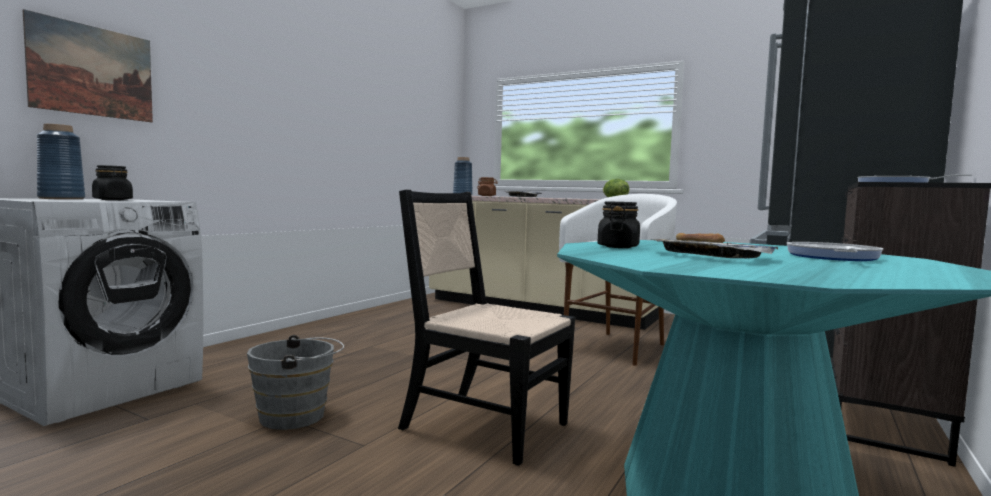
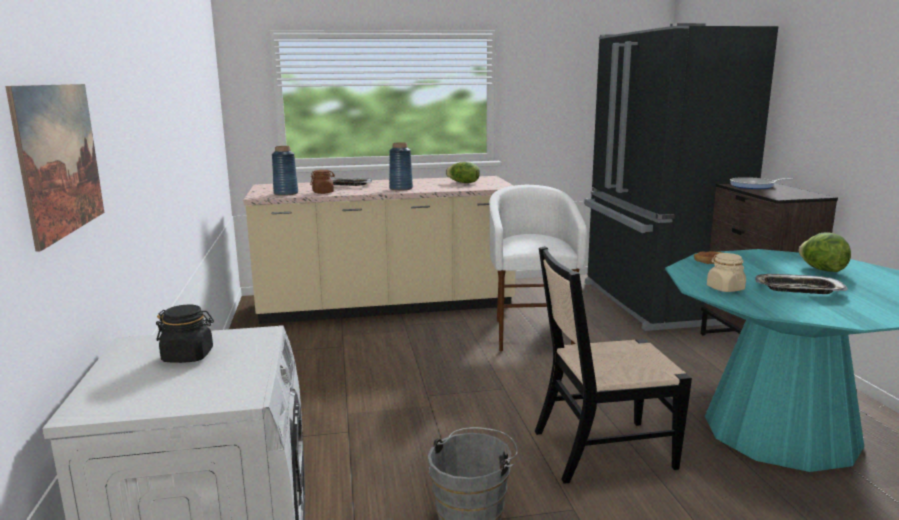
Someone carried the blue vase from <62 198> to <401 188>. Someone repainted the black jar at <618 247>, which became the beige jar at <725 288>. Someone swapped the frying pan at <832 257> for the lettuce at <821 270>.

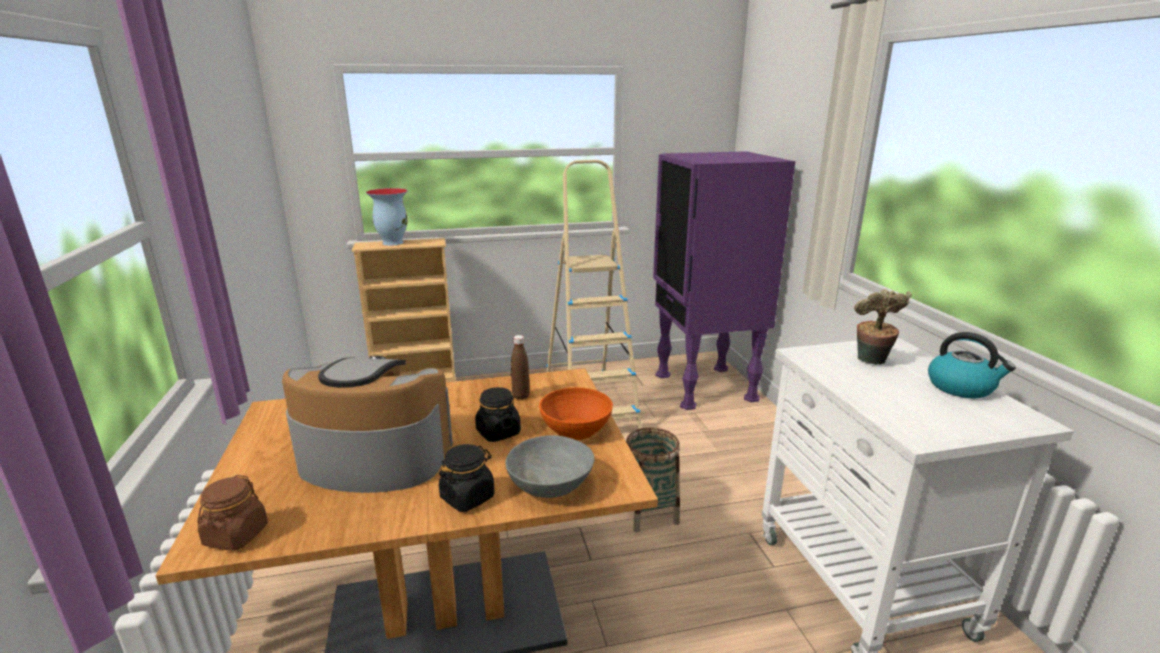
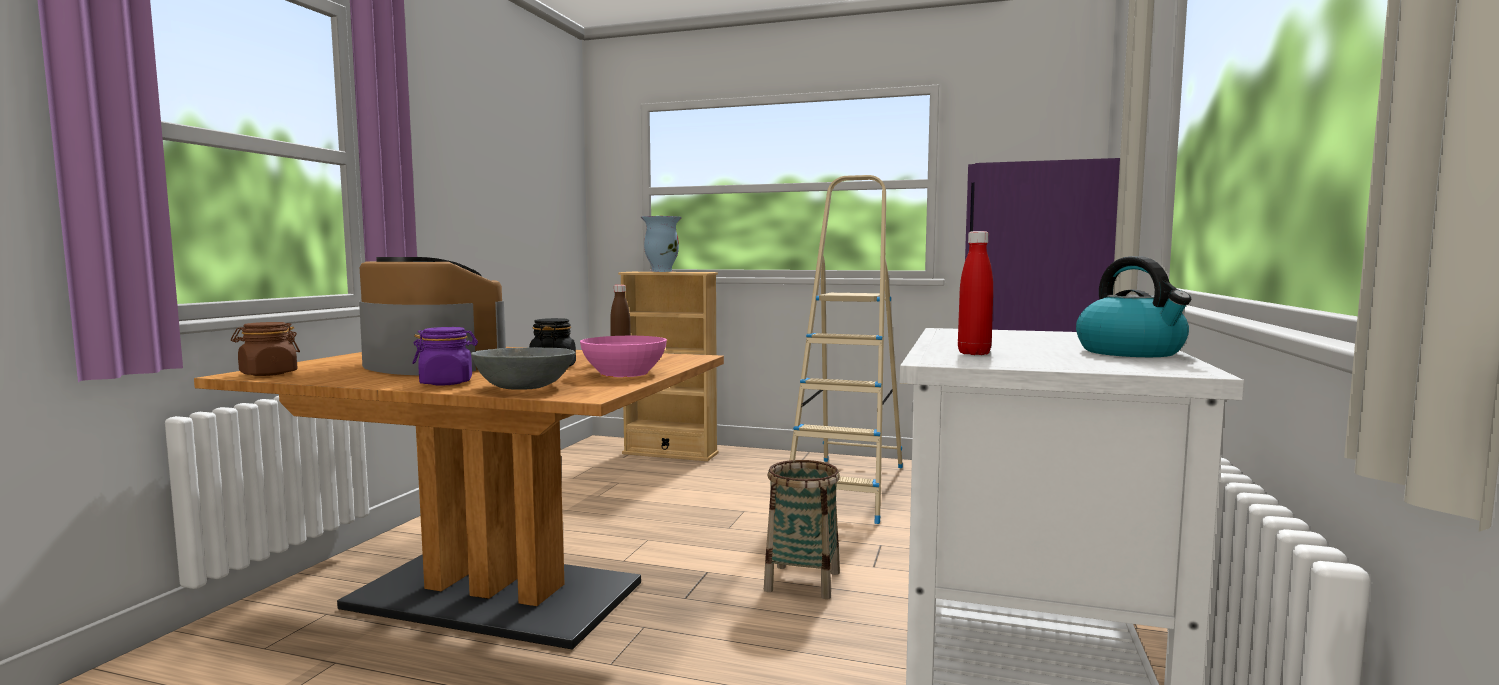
Someone took away the potted plant at <871 362>. Someone repainted the orange bowl at <576 429>, which became the pink bowl at <624 373>. Someone repainted the black jar at <467 497>, which became the purple jar at <447 383>. Someone put down the red bottle at <974 353>.

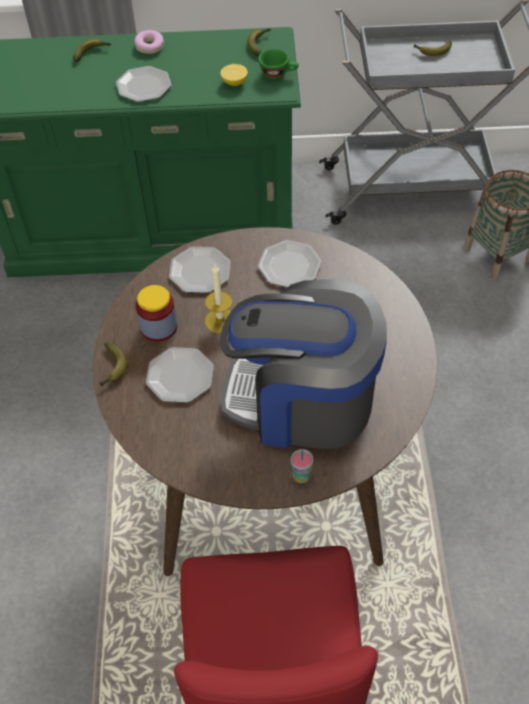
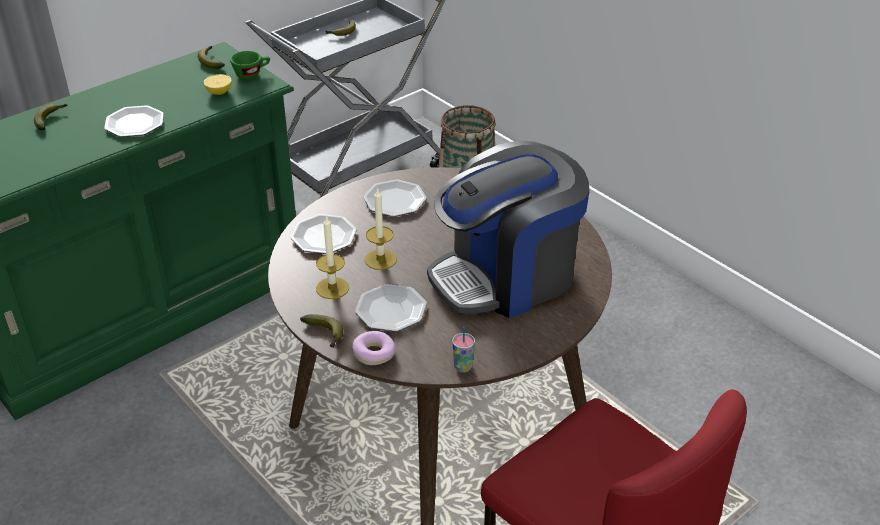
Someone carried the donut from <149 47> to <374 353>. Someone swapped the jar at <159 327> for the candle at <332 288>. Someone carried the cup from <301 476> to <463 367>.

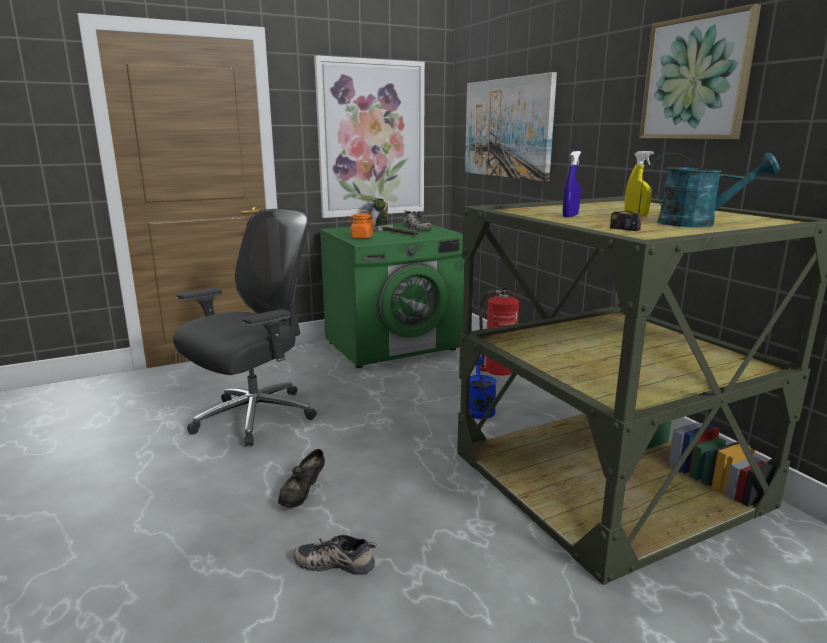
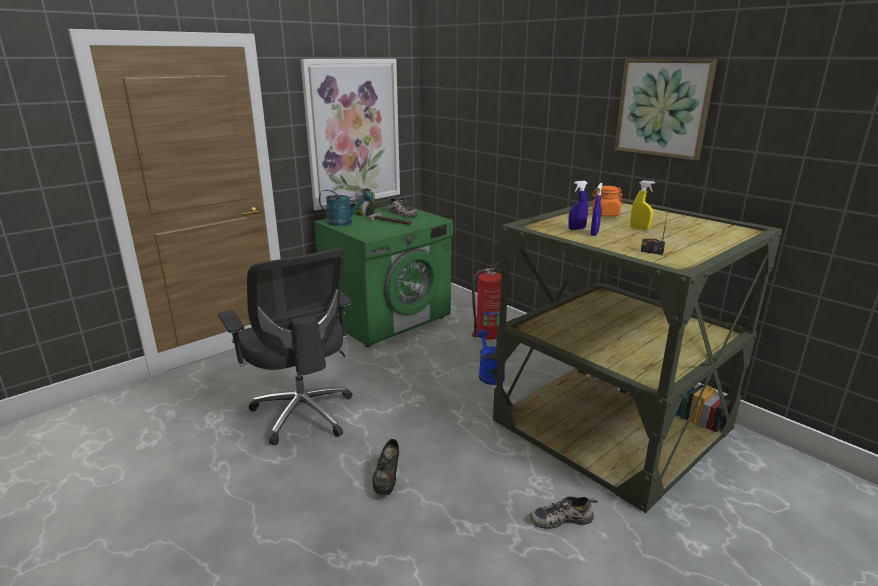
Someone took away the picture at <507 128>. Someone carried the turquoise watering can from <697 224> to <344 222>. Someone rotated the office chair at <254 418> by 120 degrees clockwise. Someone carried the orange jar from <361 237> to <605 214>. Someone carried the shoe from <336 562> to <561 518>. Someone put down the blue spray bottle at <576 229>.

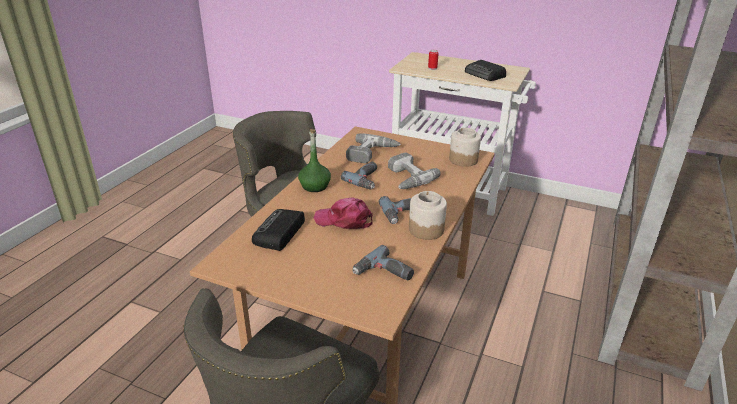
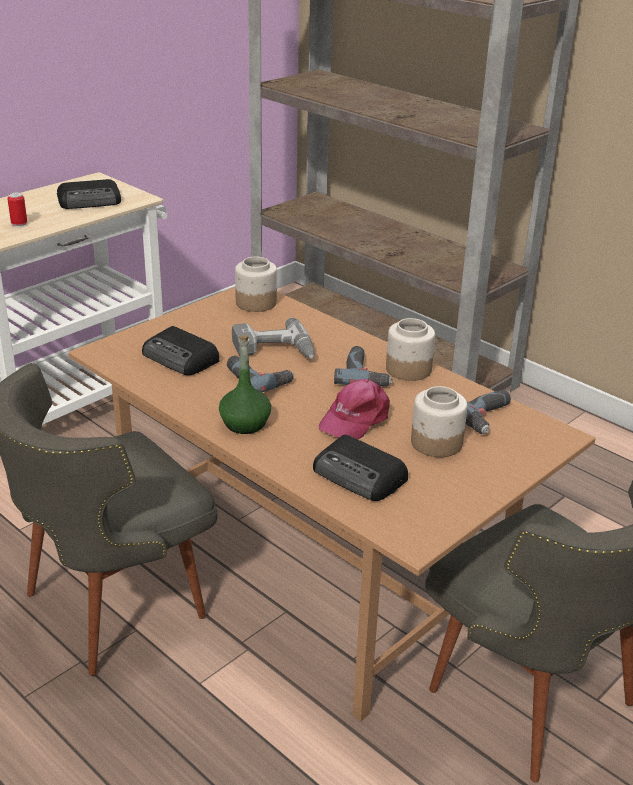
Someone swapped the power drill at <372 154> for the radio at <181 358>. Someone put down the jar at <436 443>.

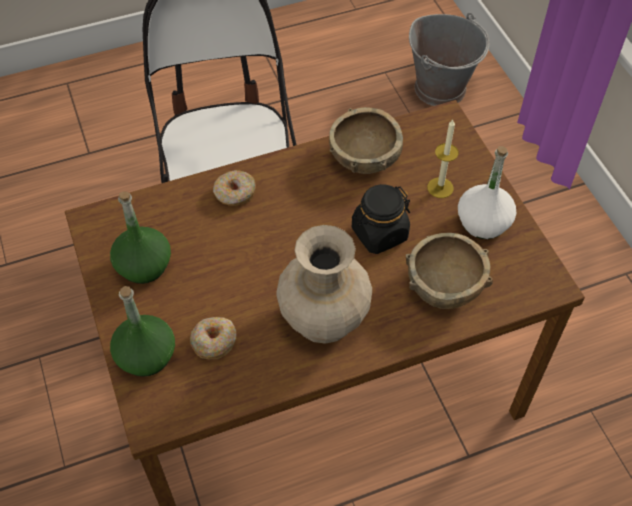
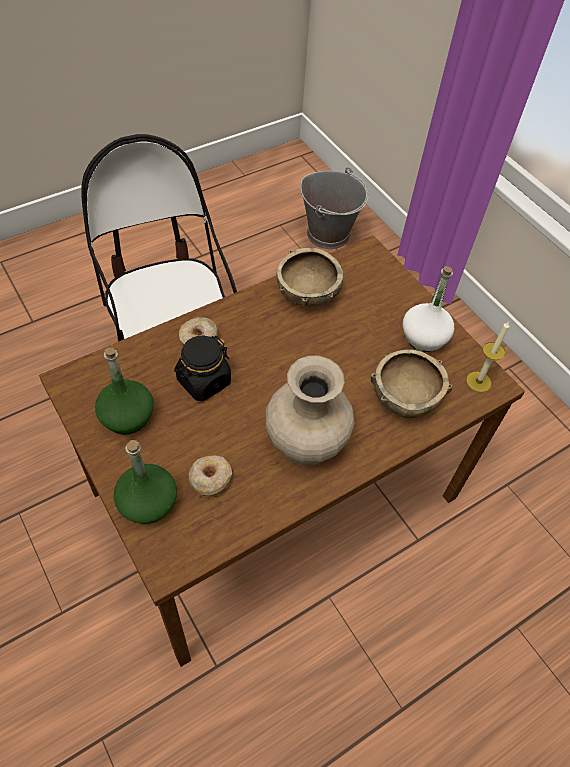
Someone carried the candle from <440 188> to <478 382>. Someone carried the black jar from <379 233> to <203 381>.

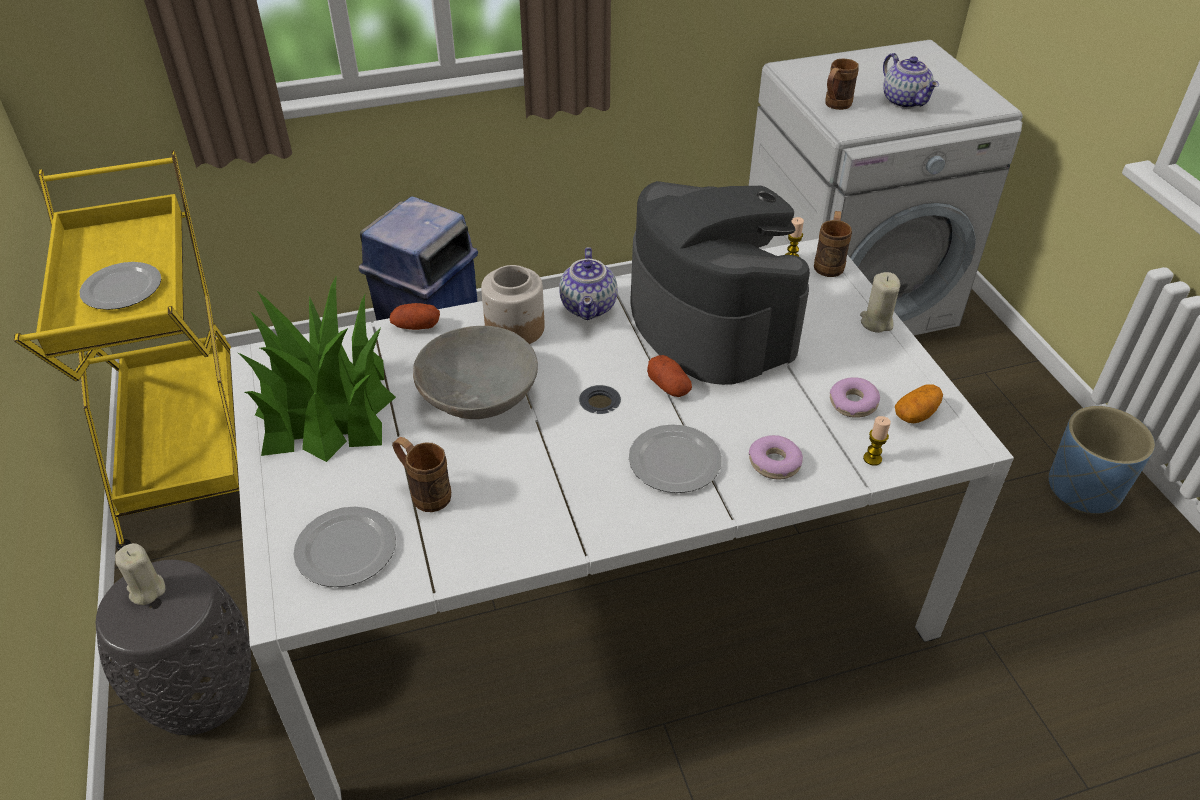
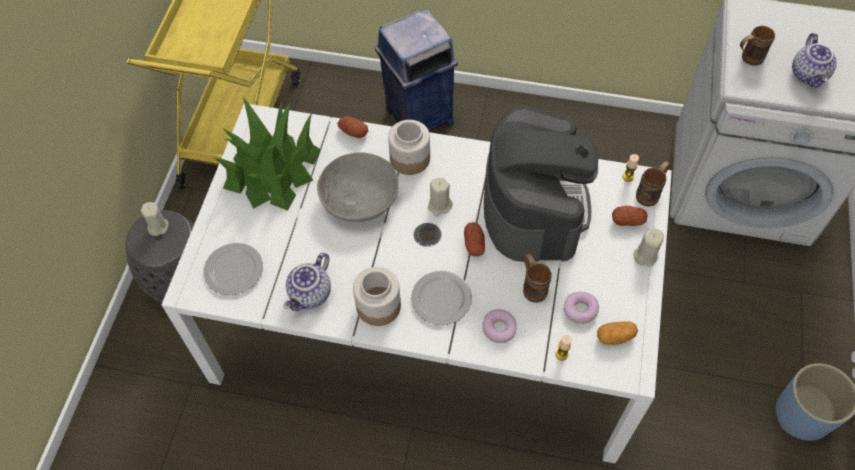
Someone carried the teapot from <590 307> to <311 295>. Someone took away the plate at <121 290>. Someone carried the brown mug from <424 492> to <532 286>. Someone put down the beige candle at <439 206>. Someone put down the potato at <628 220>. Someone put down the jar at <379 305>.

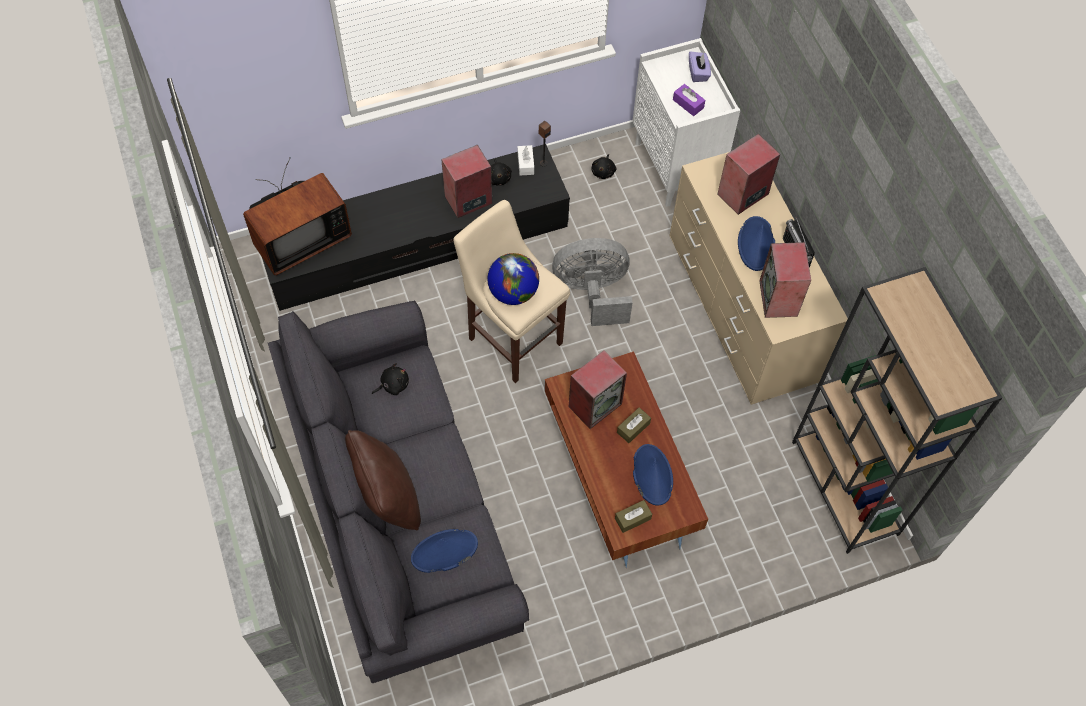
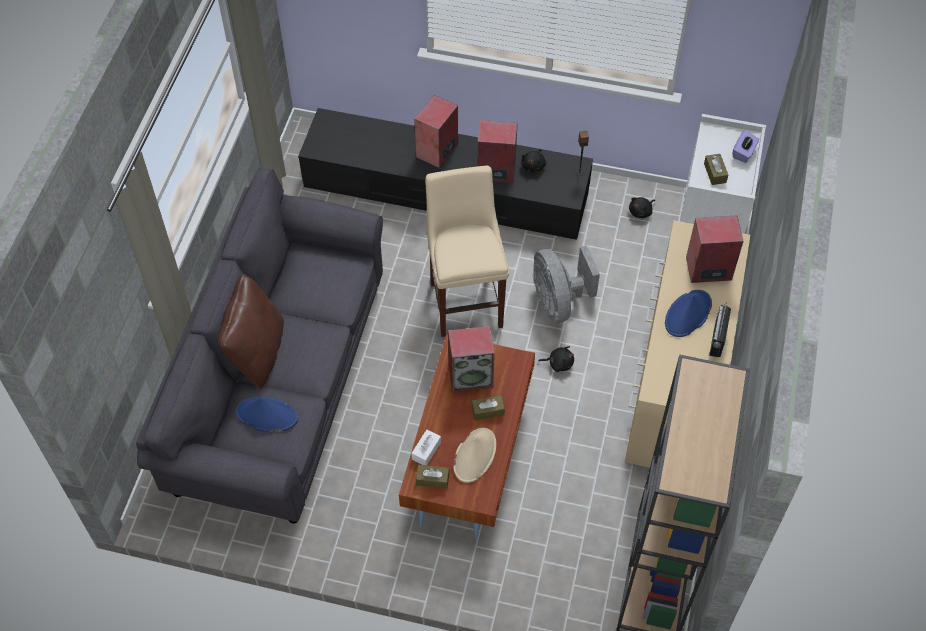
Someone repainted the purple tissue box at <688 104>, which became the brown tissue box at <715 173>. Someone carried the white tissue box from <525 164> to <426 451>. Someone took away the television at <299 238>. Someone rotated the grey fan at <593 293> by 135 degrees counterclockwise. Someone carried the speaker from <779 299> to <437 151>. Someone took away the globe at <513 292>. Someone carried the black plush toy from <393 385> to <559 363>. Someone repainted the blue hat at <652 475>, which became the beige hat at <475 455>.

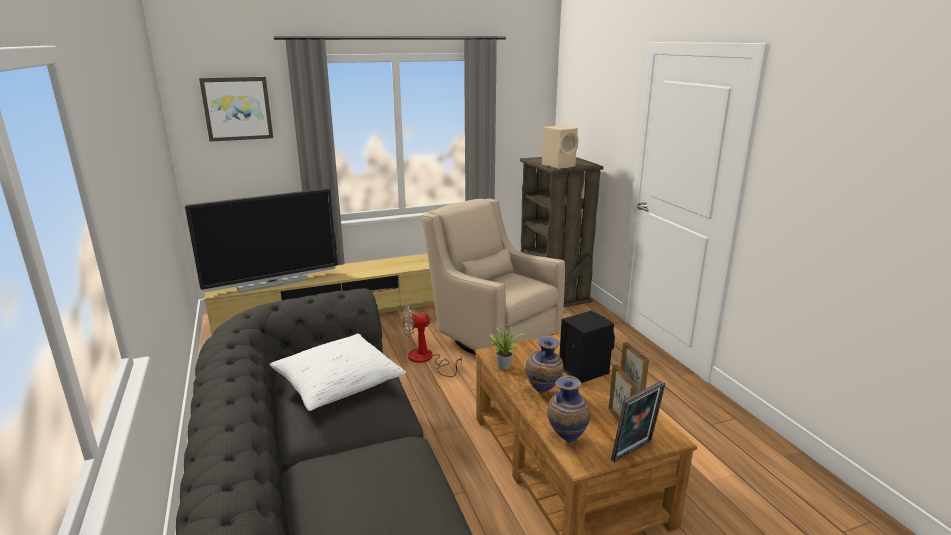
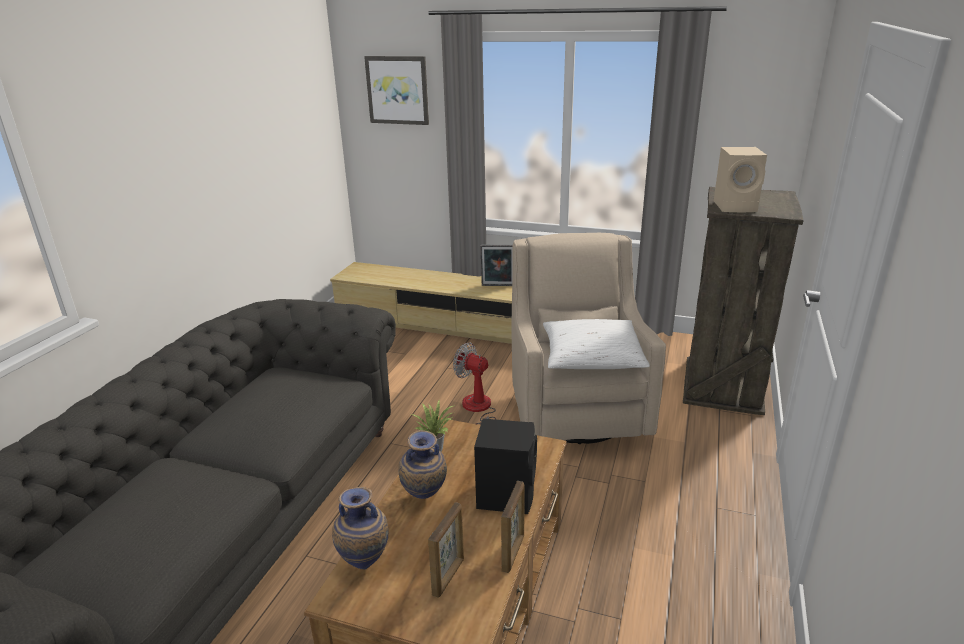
Someone took away the television at <272 282>. Someone carried the white pillow from <338 383> to <591 357>. Someone carried the picture frame from <634 452> to <498 286>.

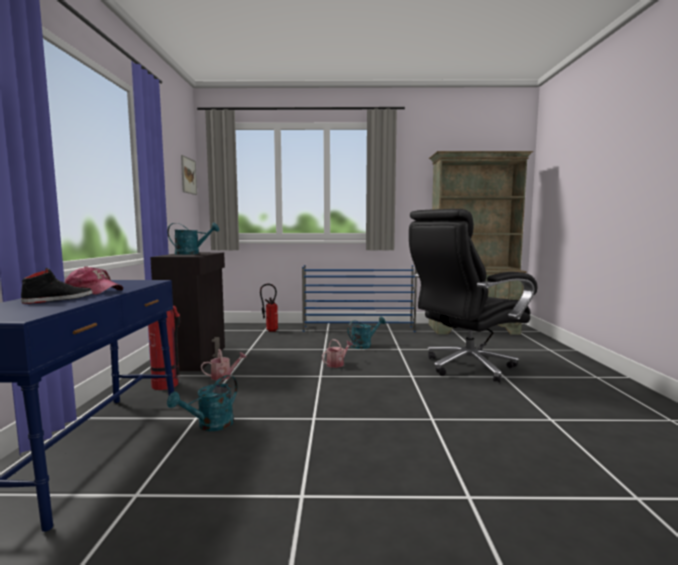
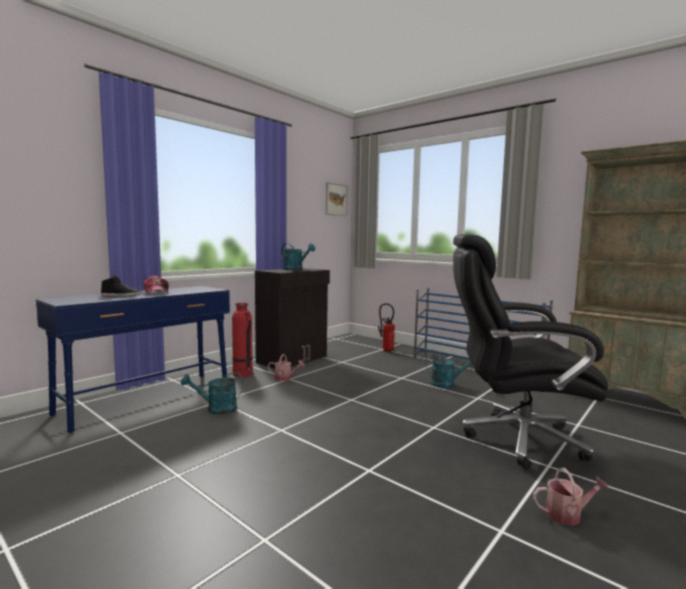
Someone carried the watering can from <337 364> to <567 514>.

